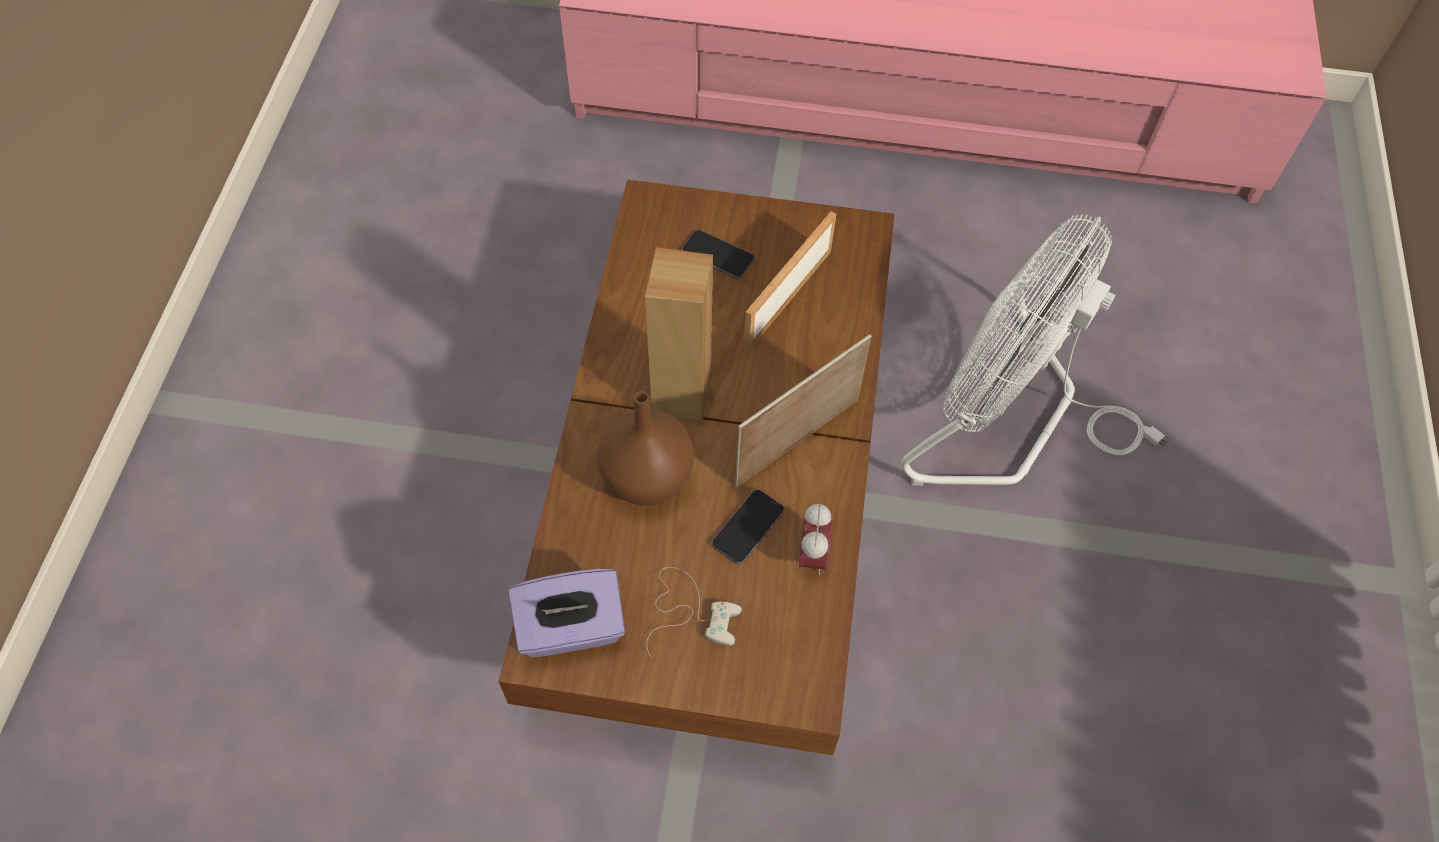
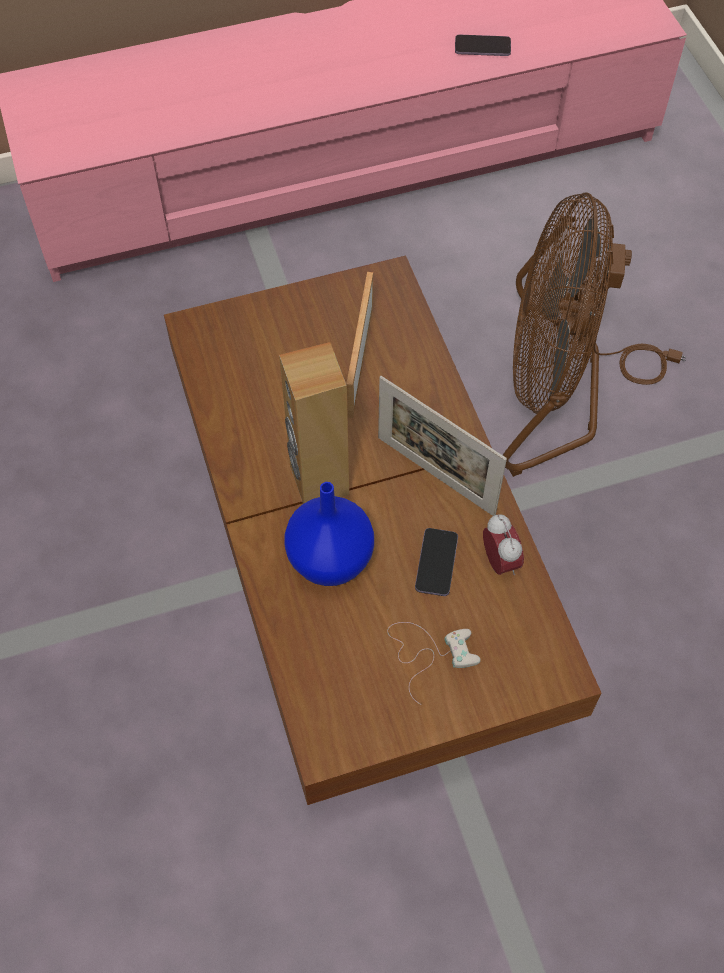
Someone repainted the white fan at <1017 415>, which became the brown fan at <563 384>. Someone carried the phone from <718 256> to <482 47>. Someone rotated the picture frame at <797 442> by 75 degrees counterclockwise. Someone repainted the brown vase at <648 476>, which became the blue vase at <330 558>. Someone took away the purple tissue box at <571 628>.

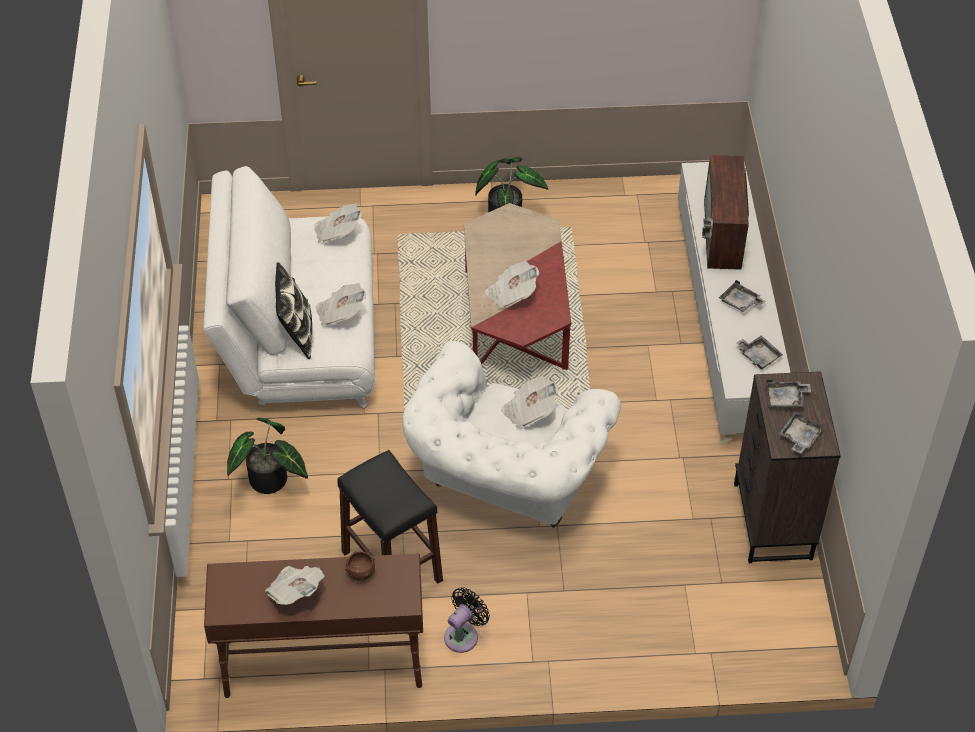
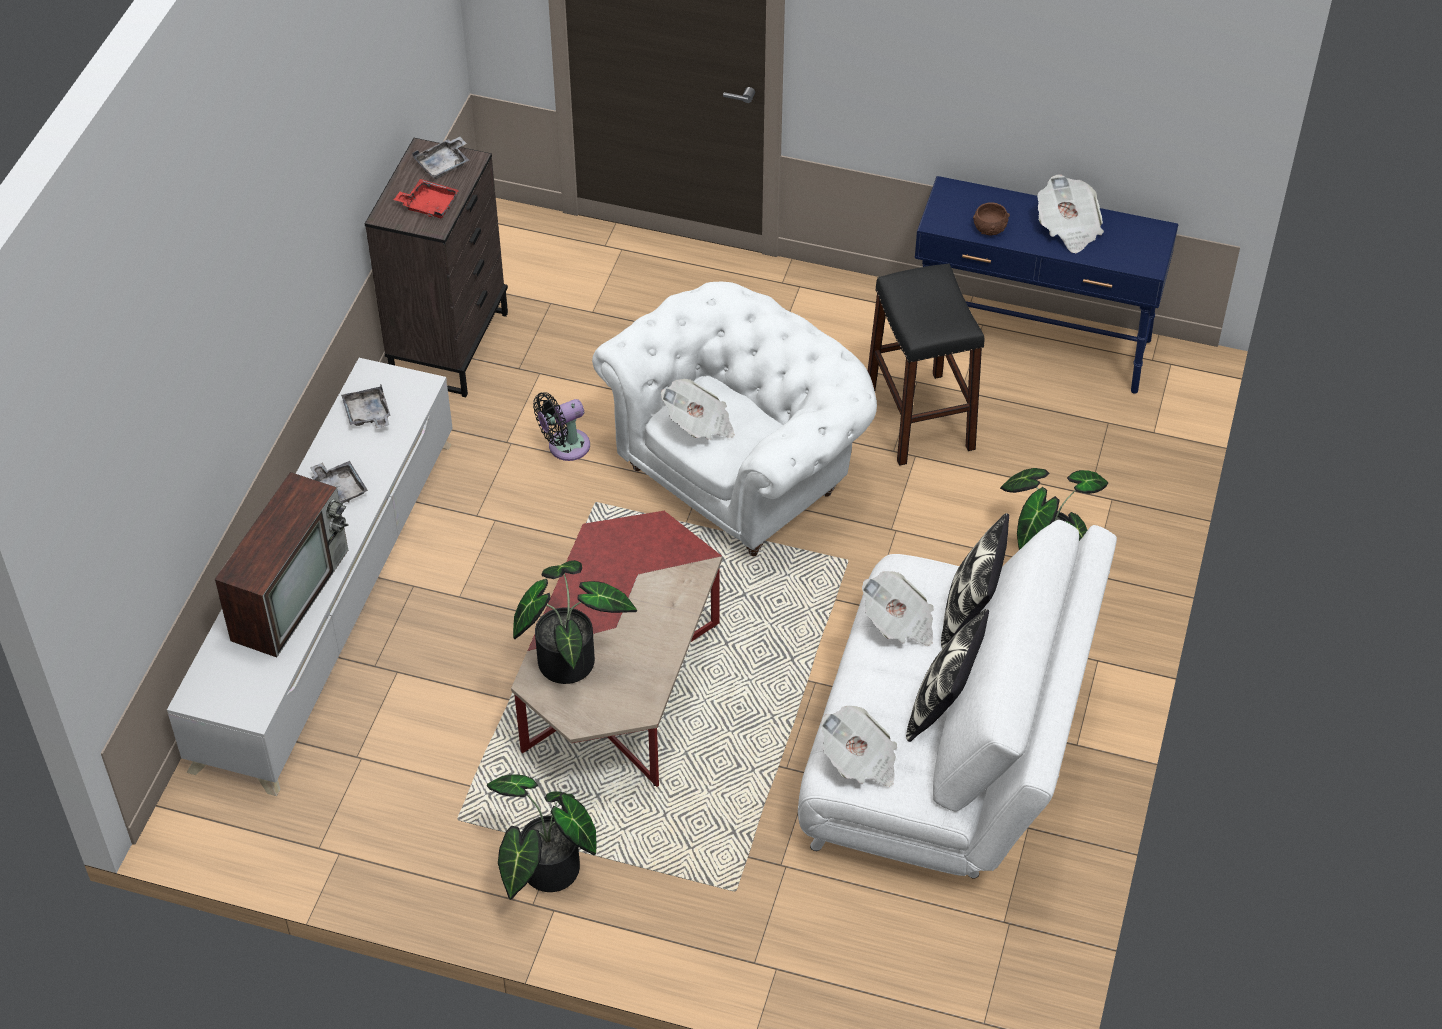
Someone took away the newspaper at <511 294>. Someone repainted the grey tray at <785 399>, which became the red tray at <429 205>. Someone repainted the brown console table at <323 662>, which became the blue console table at <1031 344>. Someone carried the black fan from <464 635> to <564 447>. Someone put down the potted plant at <570 657>. Someone put down the pillow at <943 705>.

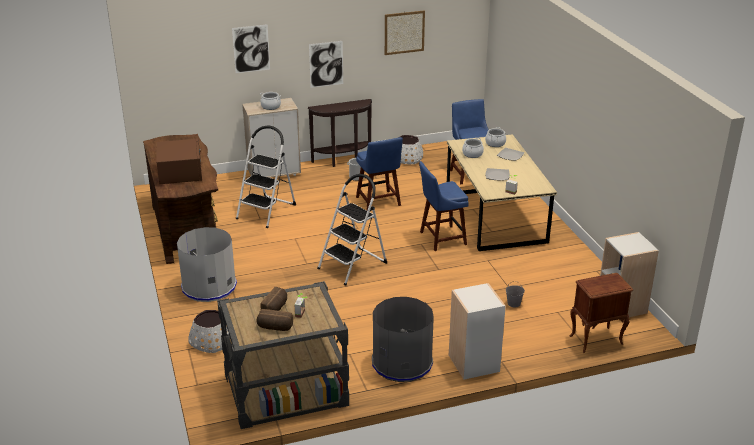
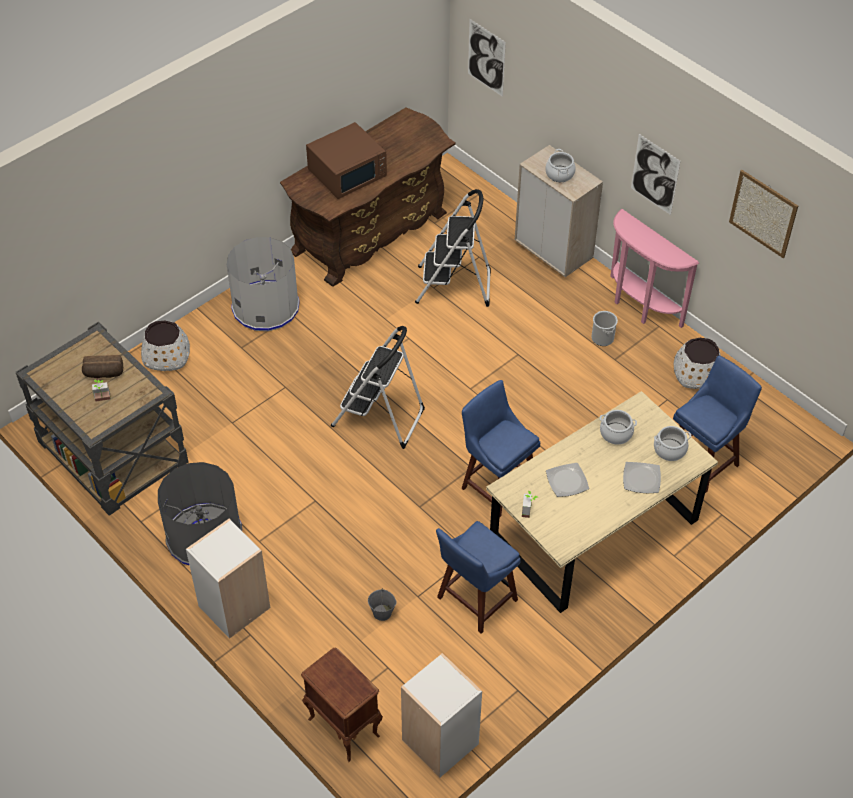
Someone carried the picture from <251 49> to <486 58>. Someone repainted the brown console table at <343 161>, which became the pink console table at <639 306>. Someone carried the blue chair from <379 202> to <474 601>. Someone took away the bread at <274 327>.

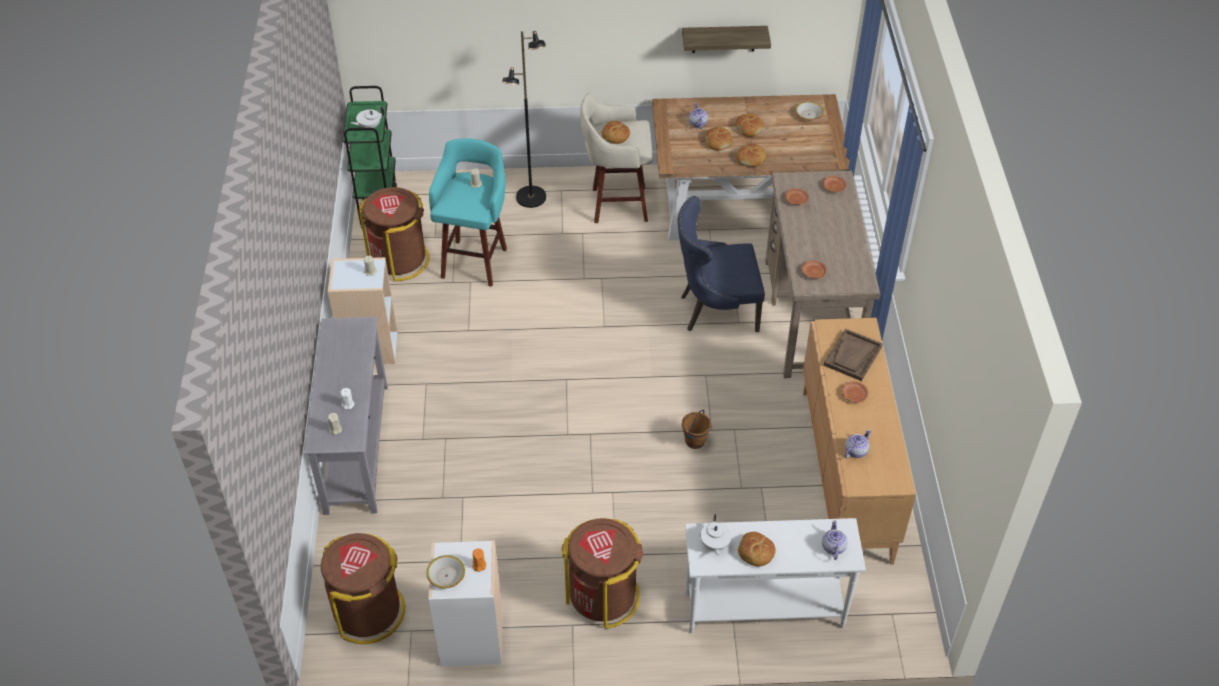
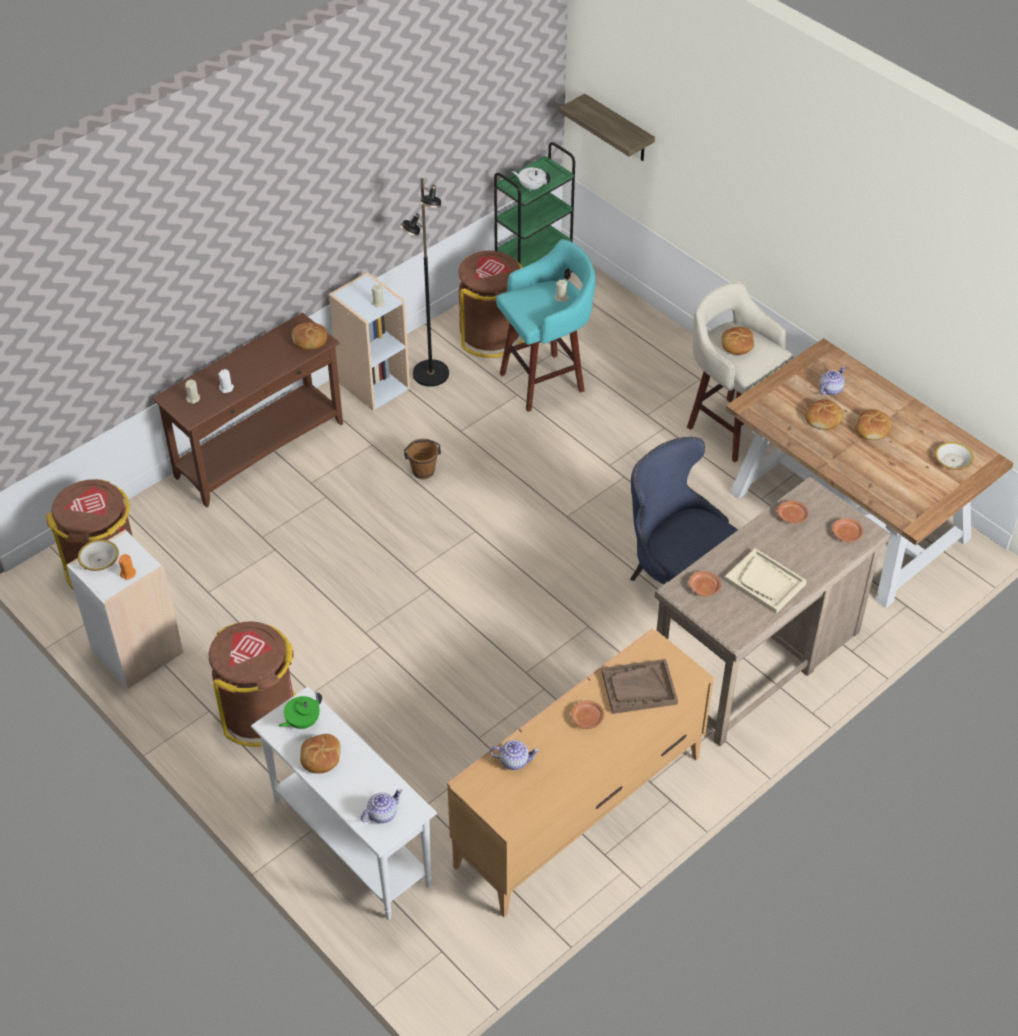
Someone carried the shelf from <724 39> to <618 129>. Someone carried the black floor lamp from <531 198> to <430 374>. Someone carried the bread from <751 159> to <310 340>. Someone repainted the grey console table at <356 448>, which became the brown console table at <260 449>. Someone carried the brown bucket from <695 441> to <423 472>. Someone repainted the white teapot at <714 544>, which became the green teapot at <302 721>. Someone put down the beige tray at <765 582>.

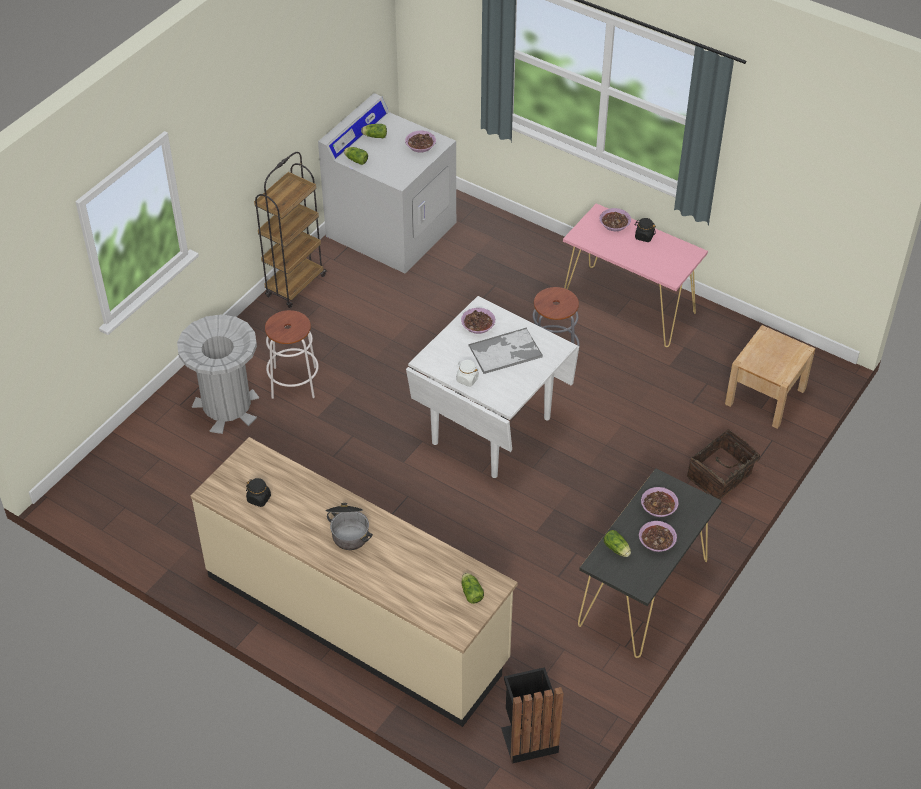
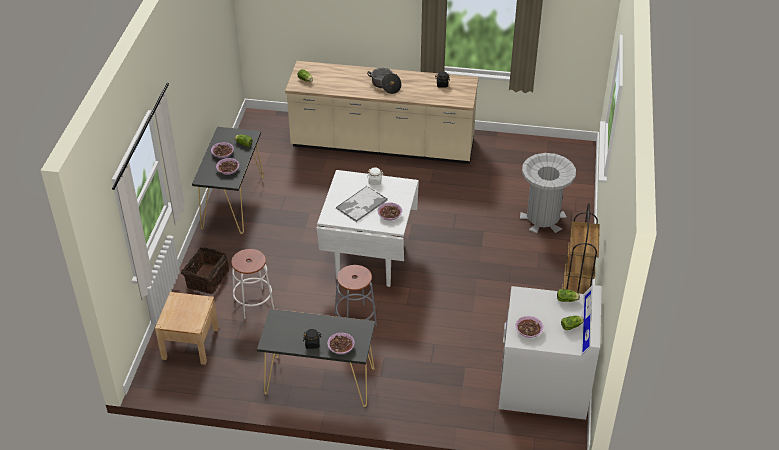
Someone repainted the pink console table at <629 306>, which became the black console table at <319 381>. Someone carried the white stool from <294 382> to <253 303>. Someone took away the black trash can at <528 737>.

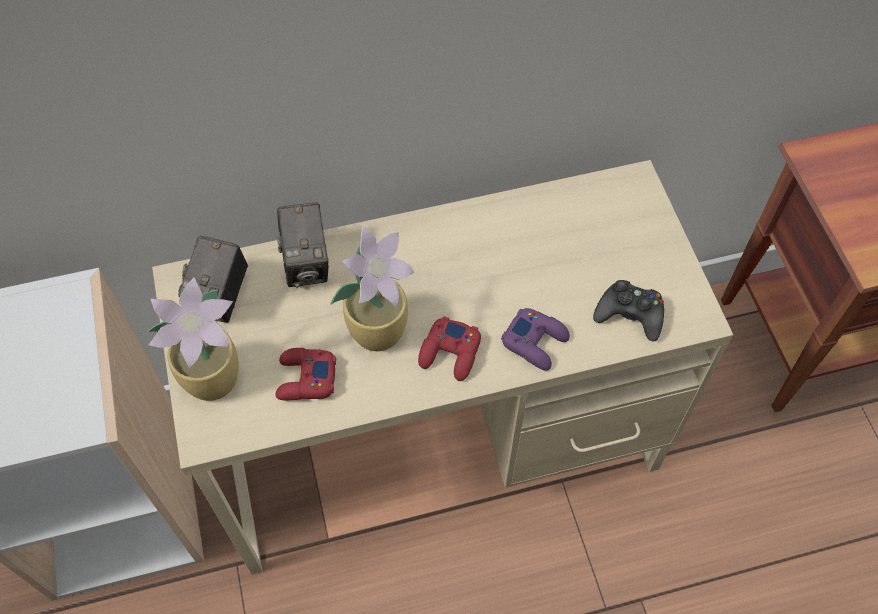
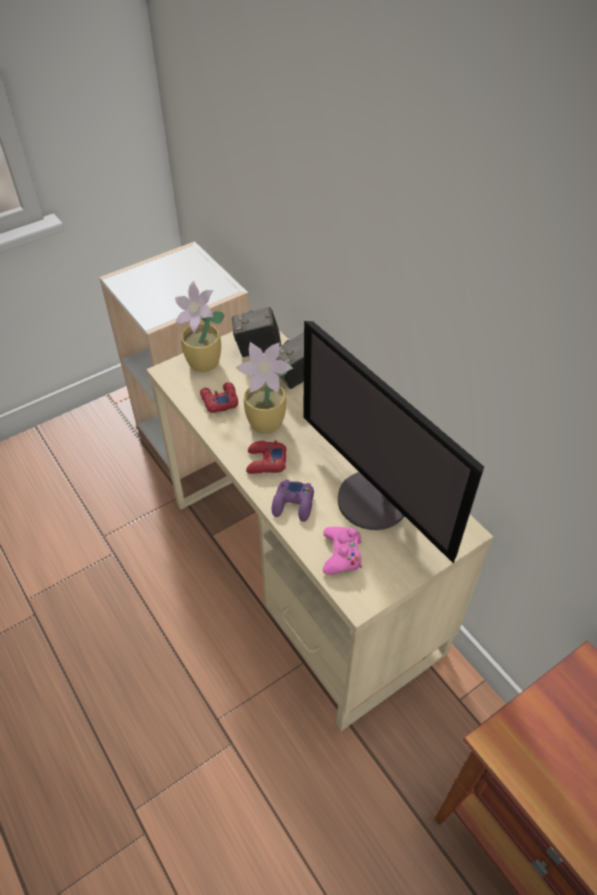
Someone repainted the black game controller at <630 314>, which became the pink game controller at <342 554>. Someone put down the monitor at <375 500>.

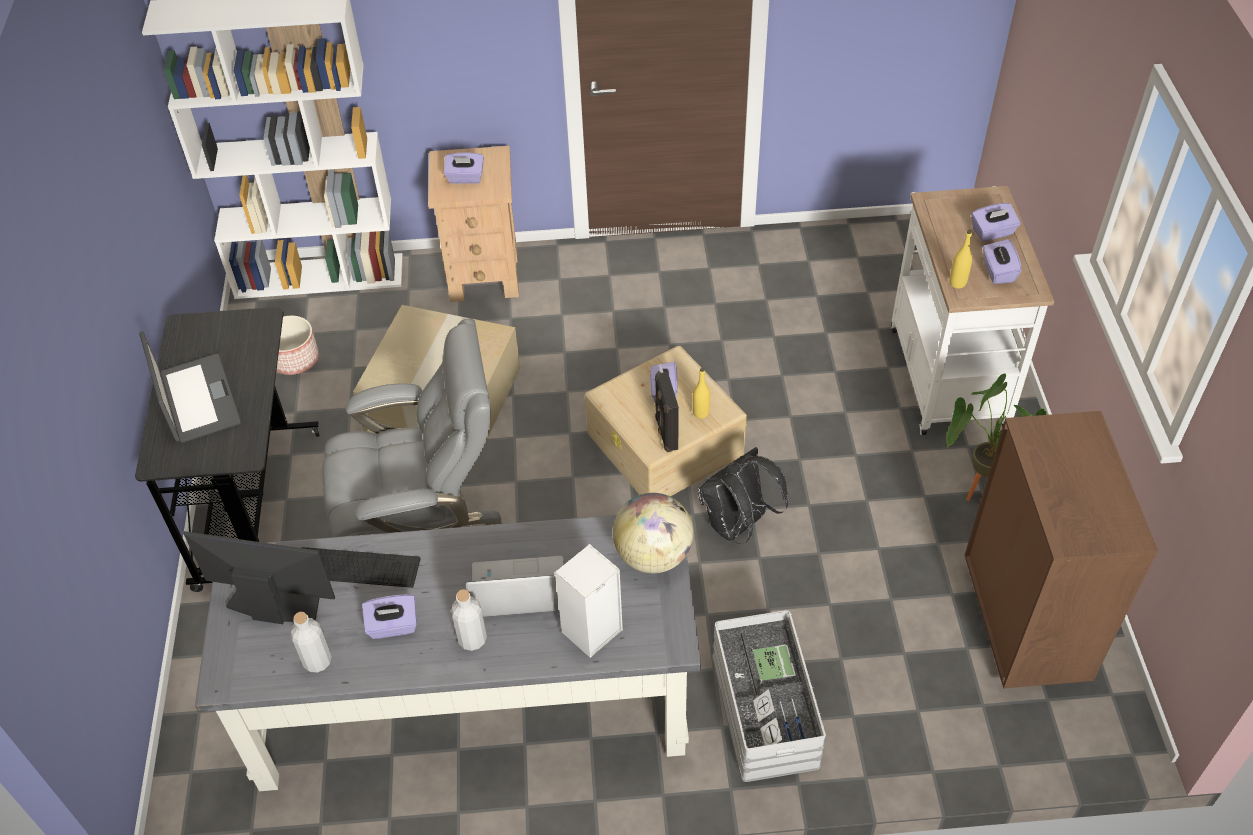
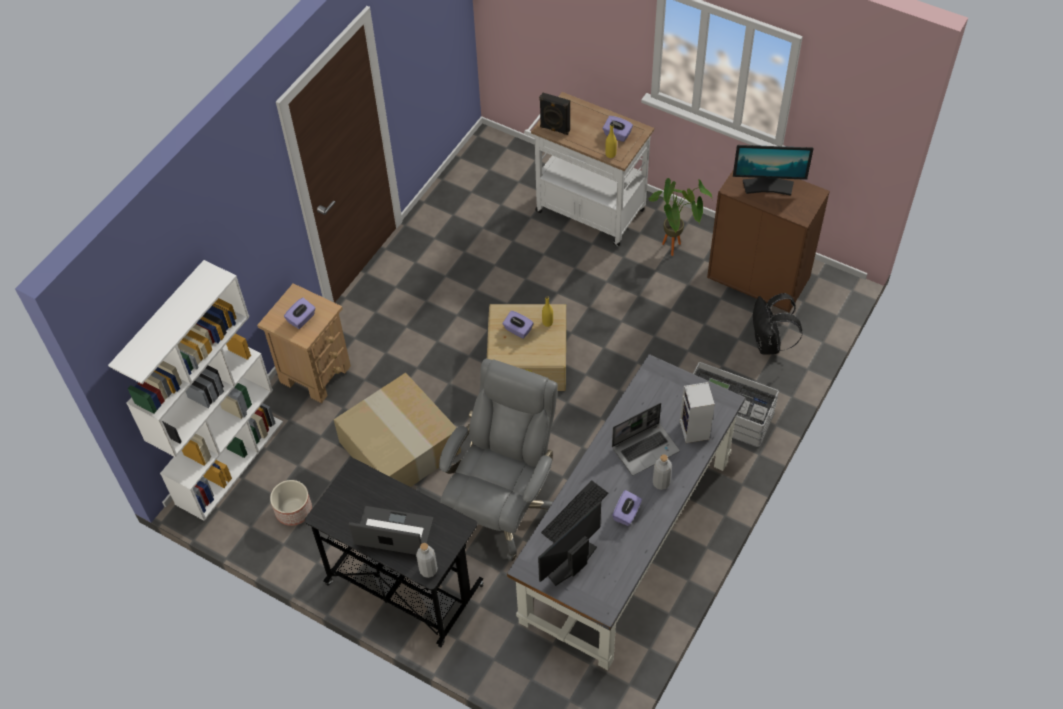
Someone took away the purple tissue box at <992 232>. Someone carried the black speaker from <665 433> to <554 129>. Someone carried the black backpack from <738 526> to <769 344>. Someone took away the globe at <653 555>. Someone rotated the laptop at <517 590> by 150 degrees counterclockwise. Someone carried the grey bottle from <317 661> to <428 570>. Someone put down the monitor at <768 186>.

